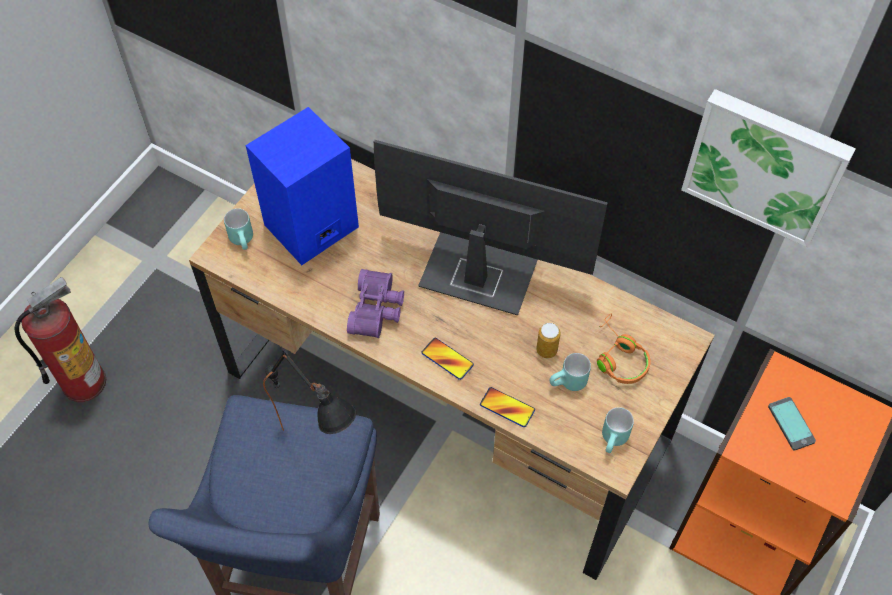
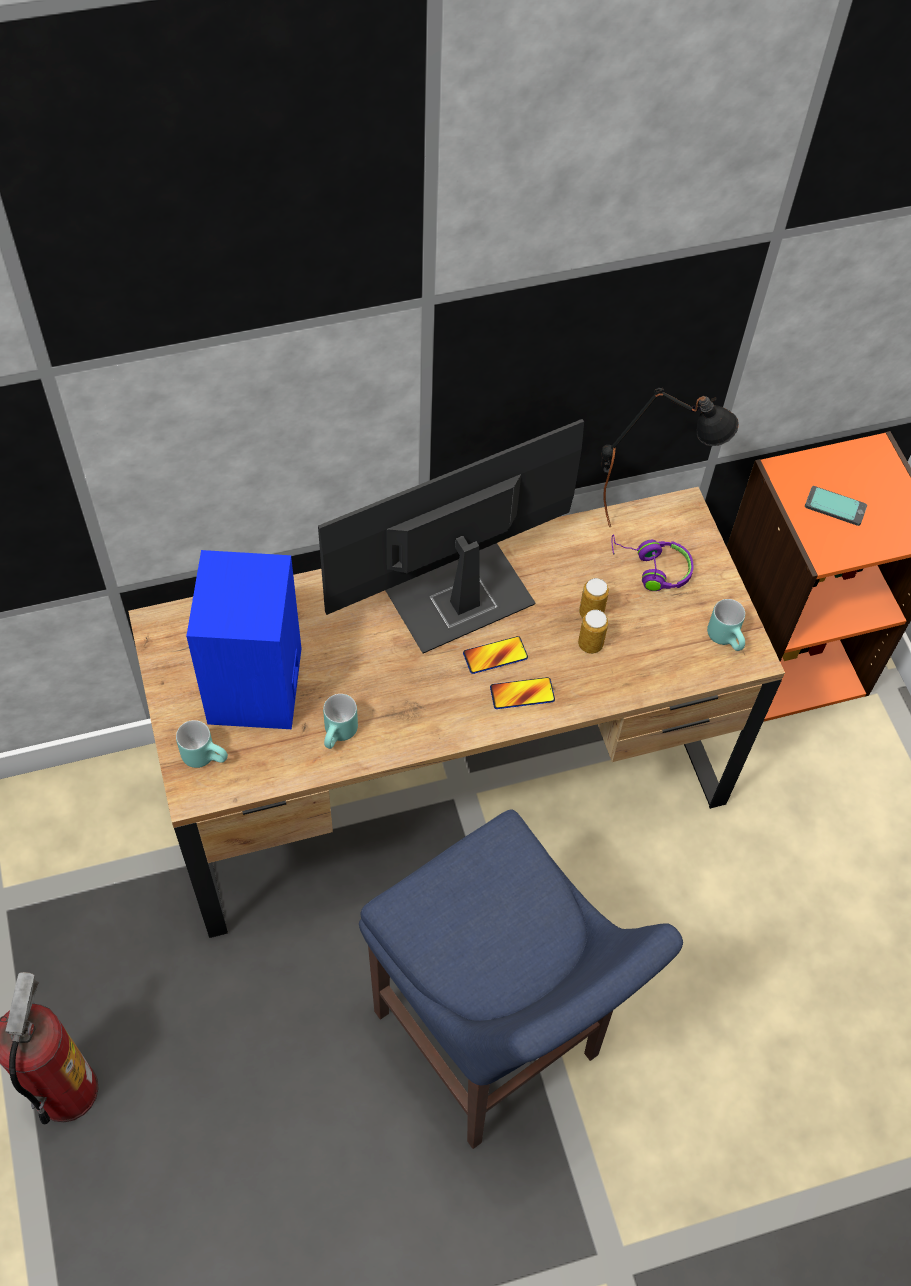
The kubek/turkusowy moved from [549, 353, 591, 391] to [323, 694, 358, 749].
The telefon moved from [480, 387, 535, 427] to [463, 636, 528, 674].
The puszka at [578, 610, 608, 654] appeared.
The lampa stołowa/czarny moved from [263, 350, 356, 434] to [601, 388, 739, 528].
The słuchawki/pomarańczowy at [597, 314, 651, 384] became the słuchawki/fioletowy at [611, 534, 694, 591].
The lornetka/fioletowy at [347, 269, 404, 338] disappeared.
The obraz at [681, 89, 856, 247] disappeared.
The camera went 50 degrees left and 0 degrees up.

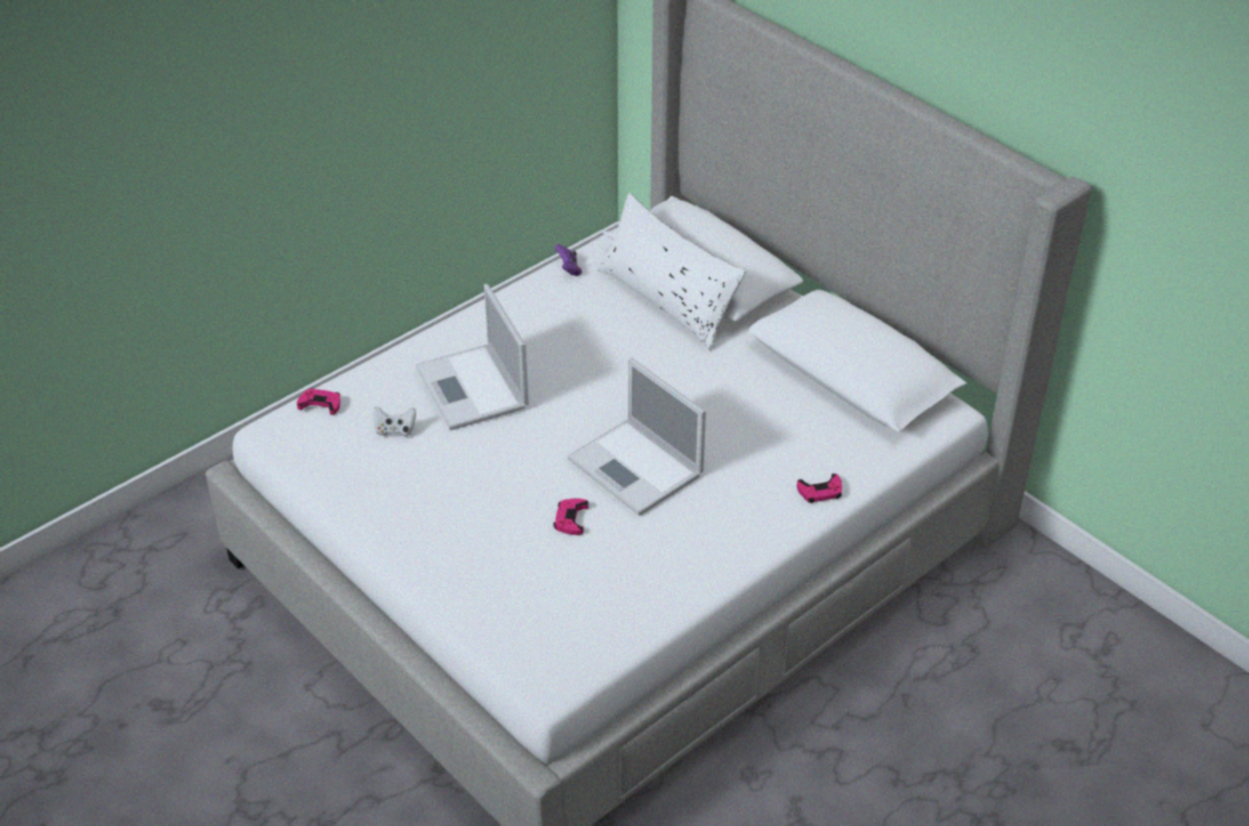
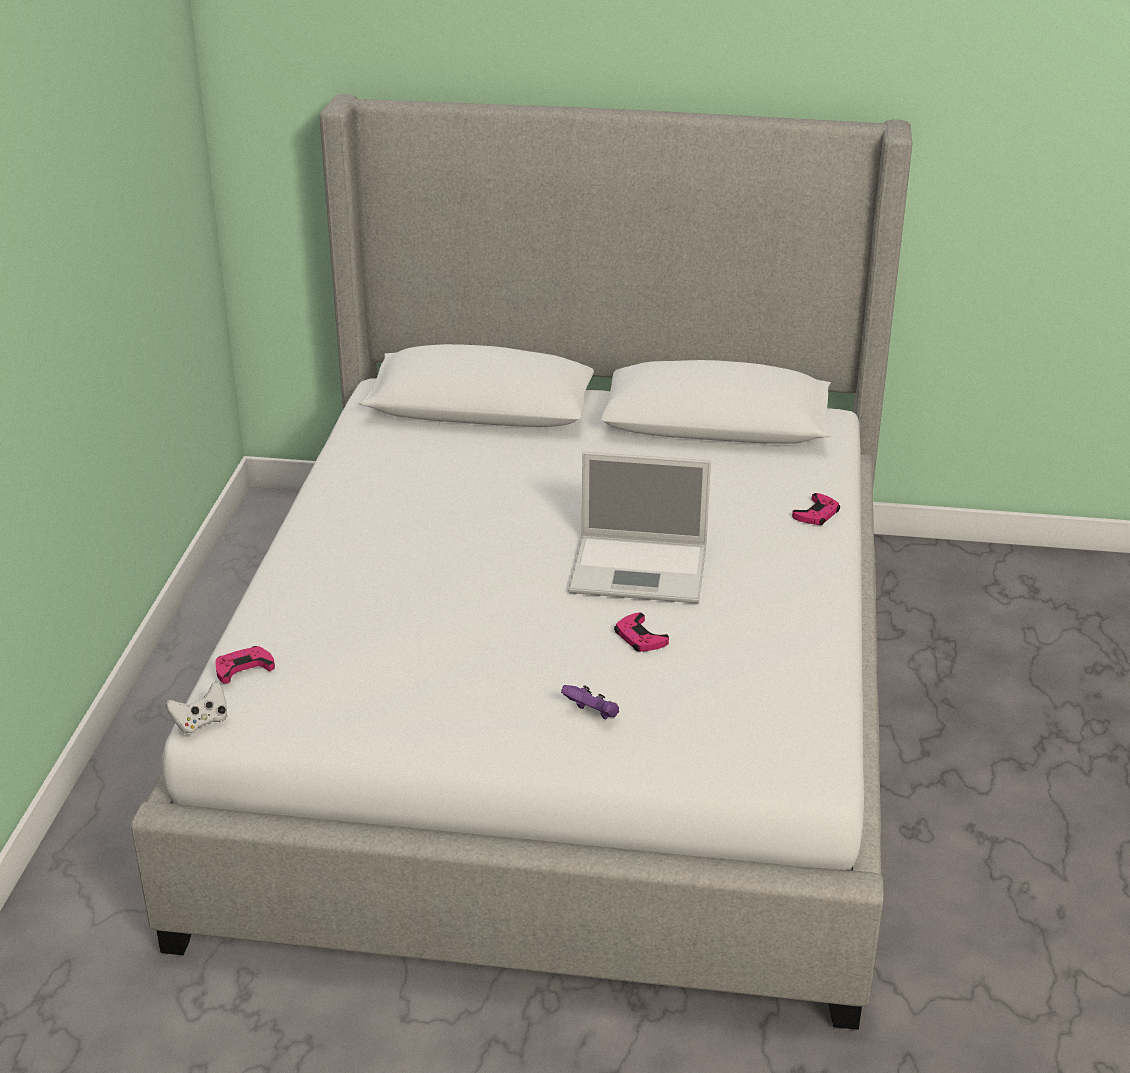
The pad do gier/biały moved from [373, 407, 416, 437] to [166, 681, 228, 735].
The pad do gier/fioletowy moved from [554, 244, 582, 276] to [561, 685, 619, 719].
The laptop at [415, 284, 529, 430] disappeared.
The poduszka/biały at [597, 193, 746, 351] disappeared.
The camera went 40 degrees left and 10 degrees down.

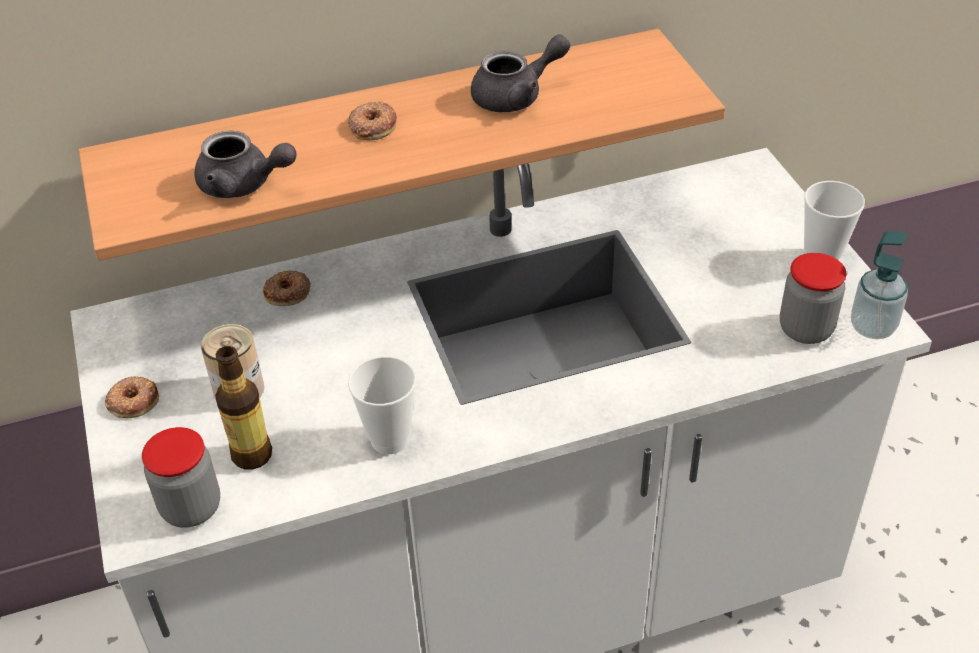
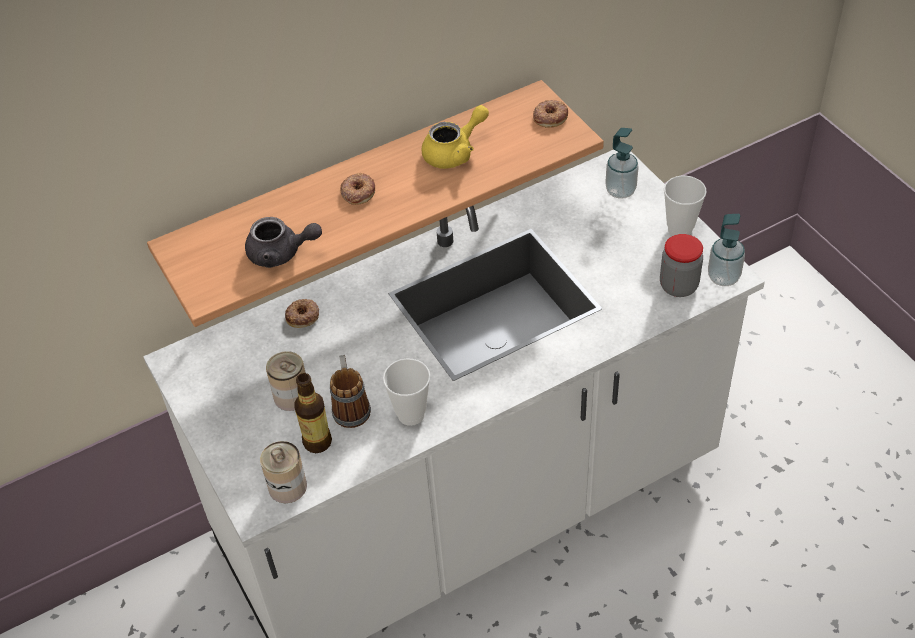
The słoik at [142, 427, 220, 528] was replaced by the puszka at [260, 441, 307, 503].
The kubek at [330, 355, 371, 428] appeared.
The imbryk/szary at [471, 34, 570, 112] became the imbryk/żółty at [422, 105, 489, 169].
The donut moved from [105, 376, 159, 418] to [533, 100, 568, 128].
The dozownik mydła at [605, 128, 639, 199] appeared.
The camera went 10 degrees left and 5 degrees up.

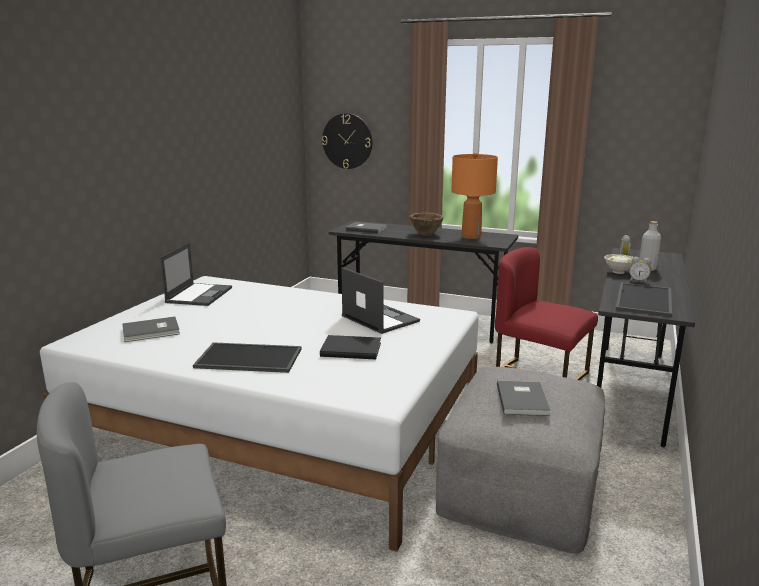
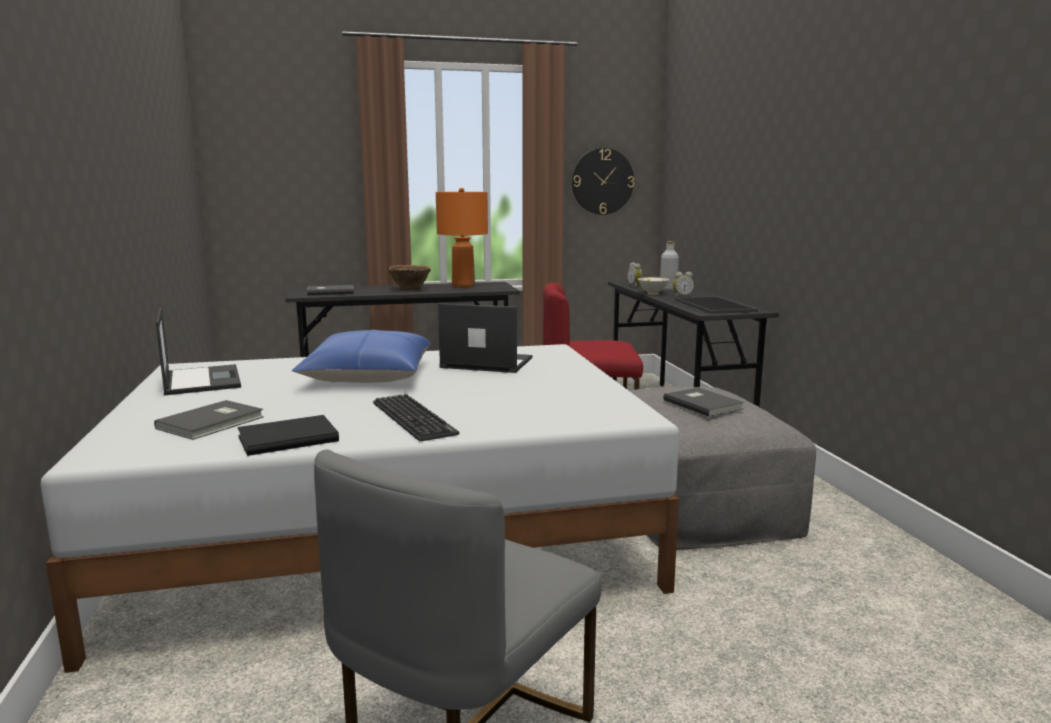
The książka/czarny moved from [320, 335, 381, 359] to [238, 415, 339, 456].
The poduszka/niebieski at [292, 330, 431, 383] appeared.
The taca at [193, 342, 302, 373] was replaced by the klawiatura at [373, 394, 459, 441].
The zegar ścienny moved from [322, 113, 372, 169] to [572, 148, 634, 215].
The camera went 35 degrees left and 5 degrees down.

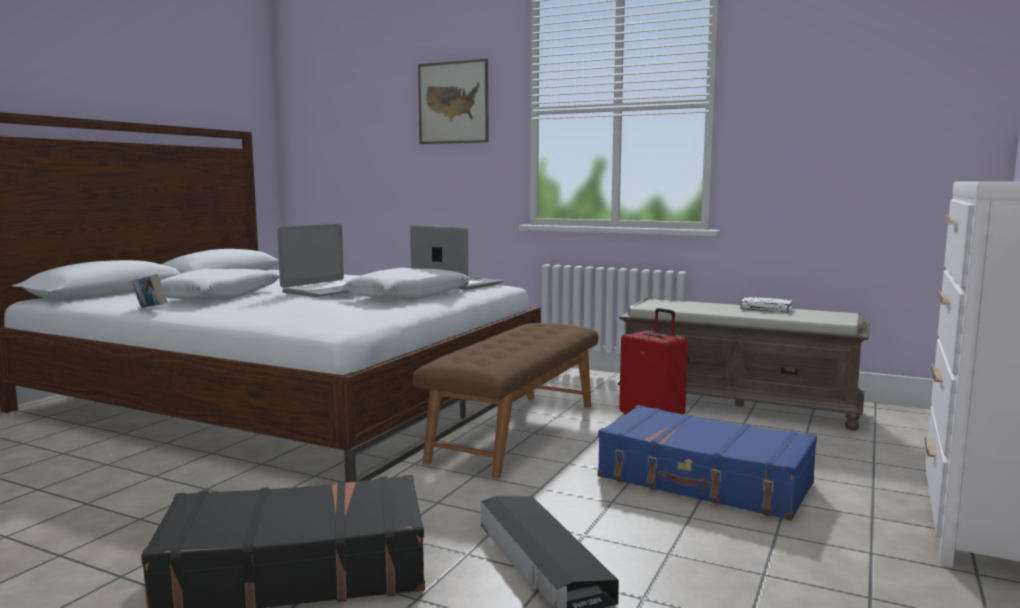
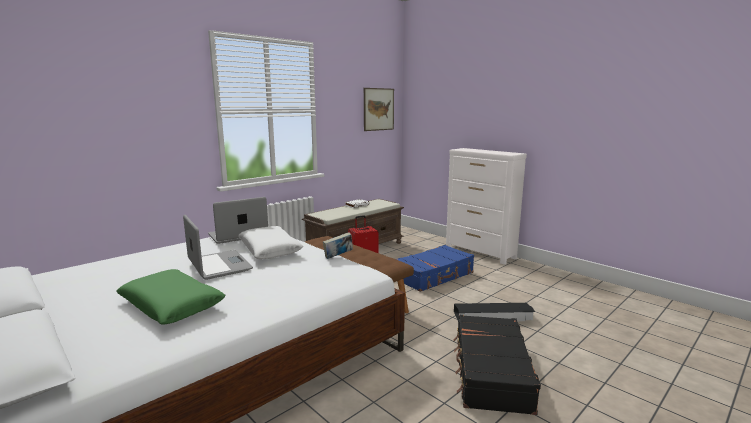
The poduszka/biały at [160, 269, 280, 300] became the poduszka/zielony at [116, 269, 225, 325].
The książka moved from [131, 274, 167, 308] to [323, 232, 353, 259].
The obraz moved from [418, 59, 489, 144] to [364, 88, 394, 131].
The camera went 70 degrees left and 5 degrees up.

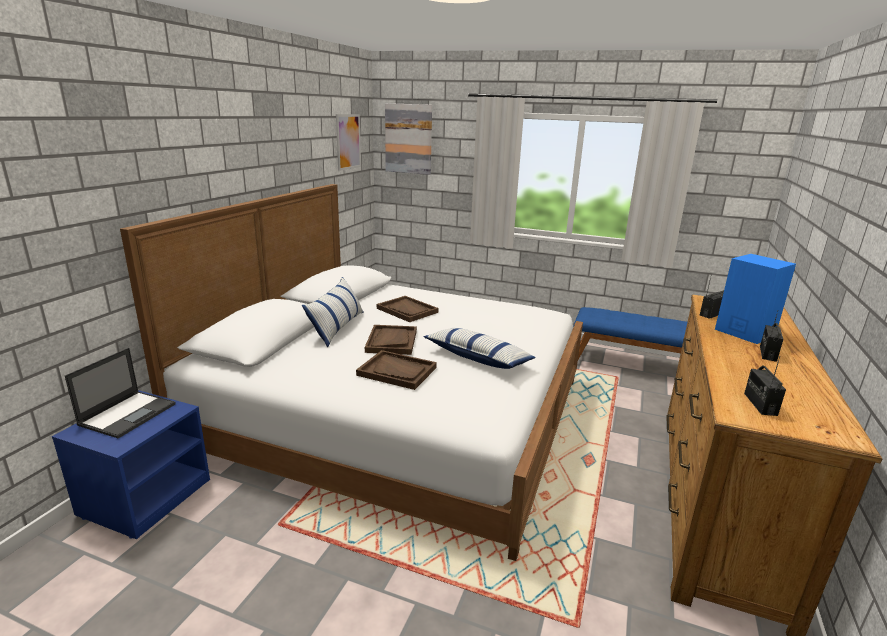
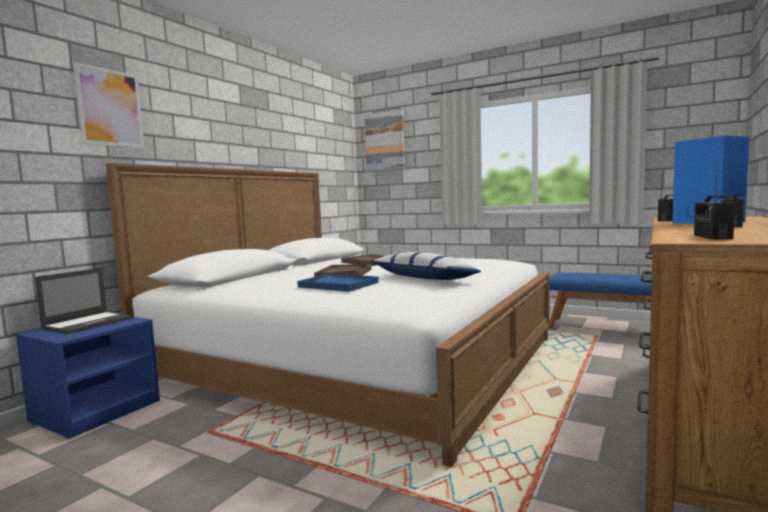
The obraz moved from [336, 114, 361, 171] to [73, 62, 144, 148].
The taca/brązowy at [356, 350, 437, 390] became the taca/niebieski at [297, 273, 379, 292].
The poduszka at [302, 277, 364, 347] disappeared.
The camera went 10 degrees right and 15 degrees down.

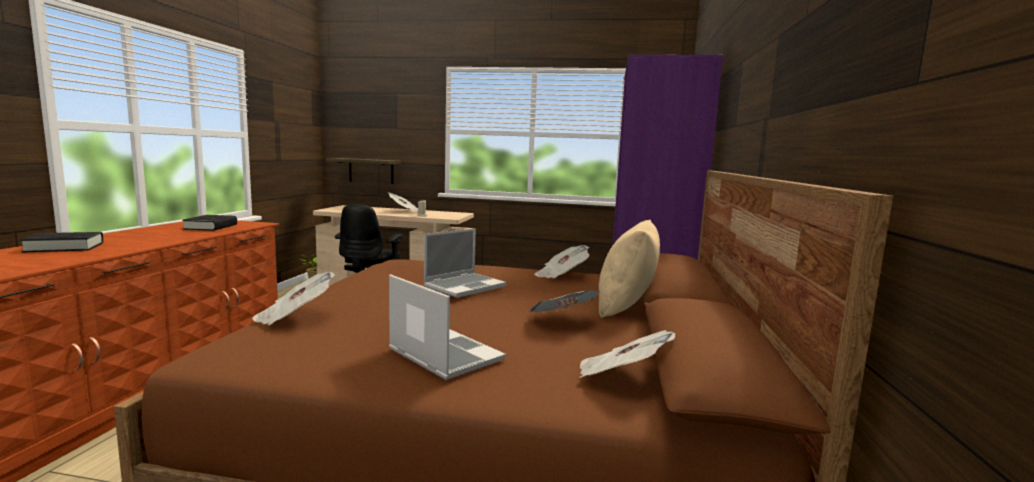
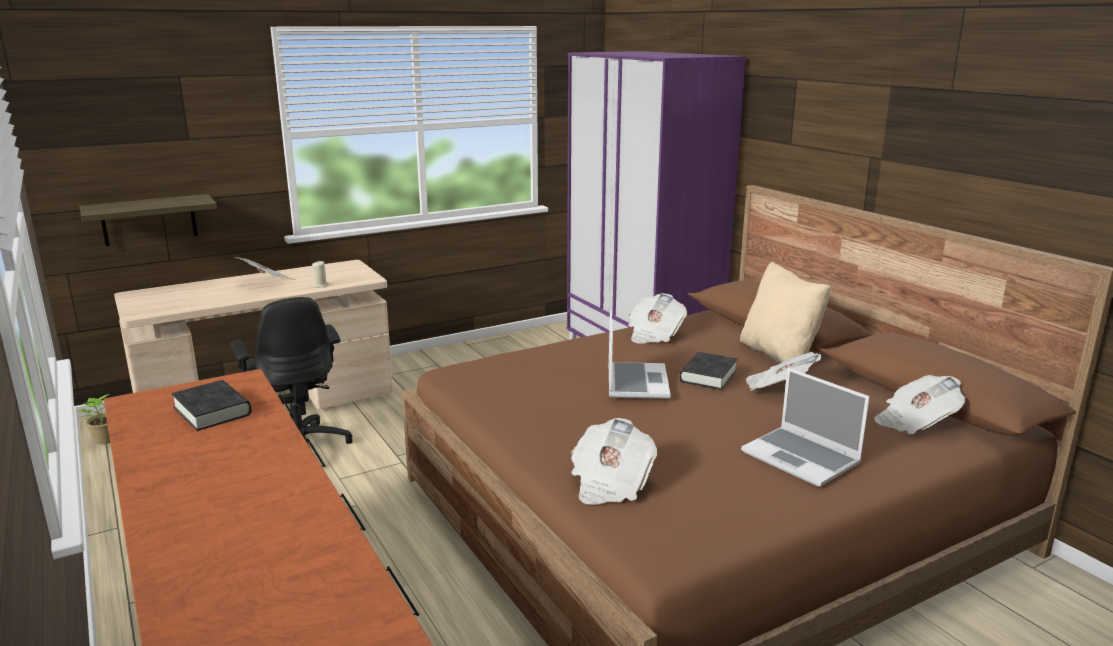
The książka/czarny moved from [20, 232, 103, 253] to [679, 352, 738, 390].
The laptop at [389, 274, 506, 380] turned 135 degrees counterclockwise.
The camera went 40 degrees left and 10 degrees up.

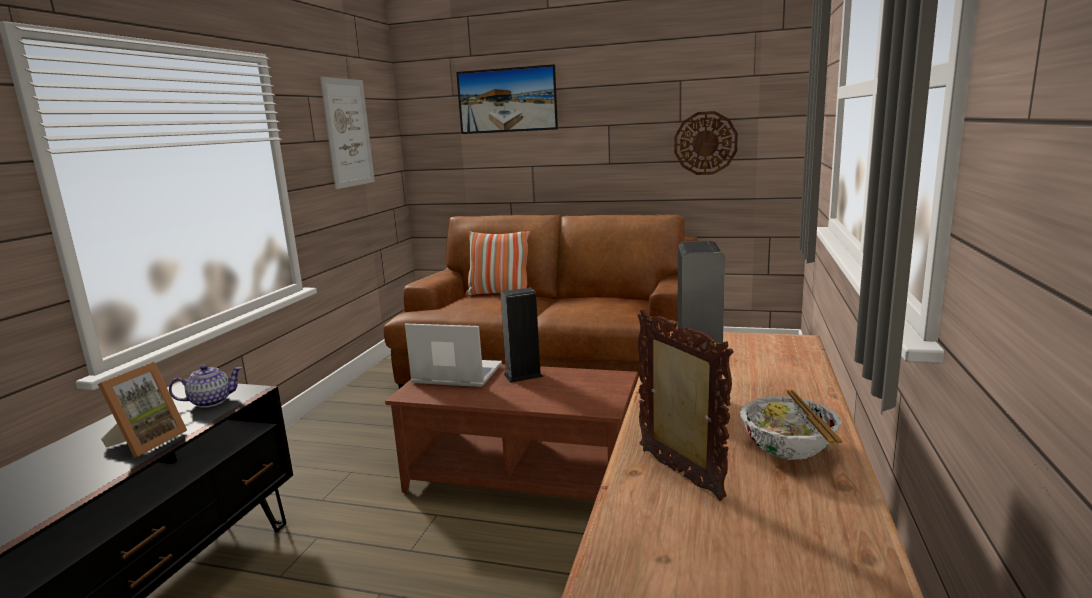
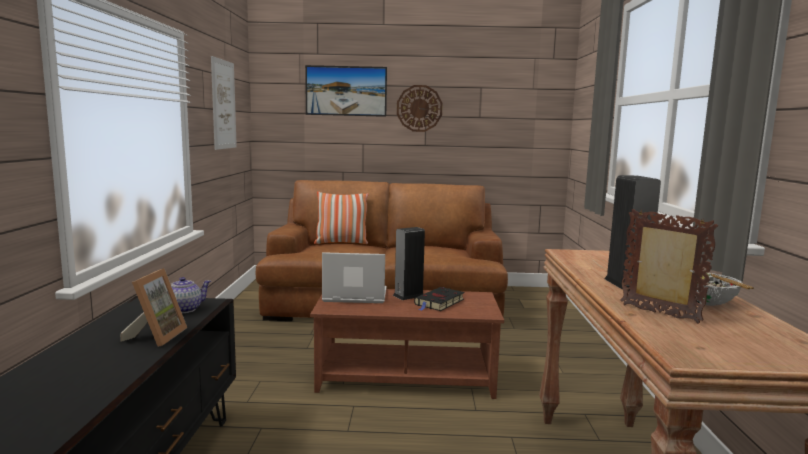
The zegar ścienny moved from [674, 111, 738, 175] to [397, 85, 443, 132].
The książka/czarny at [414, 287, 465, 311] appeared.
The camera went 15 degrees left and 5 degrees down.

